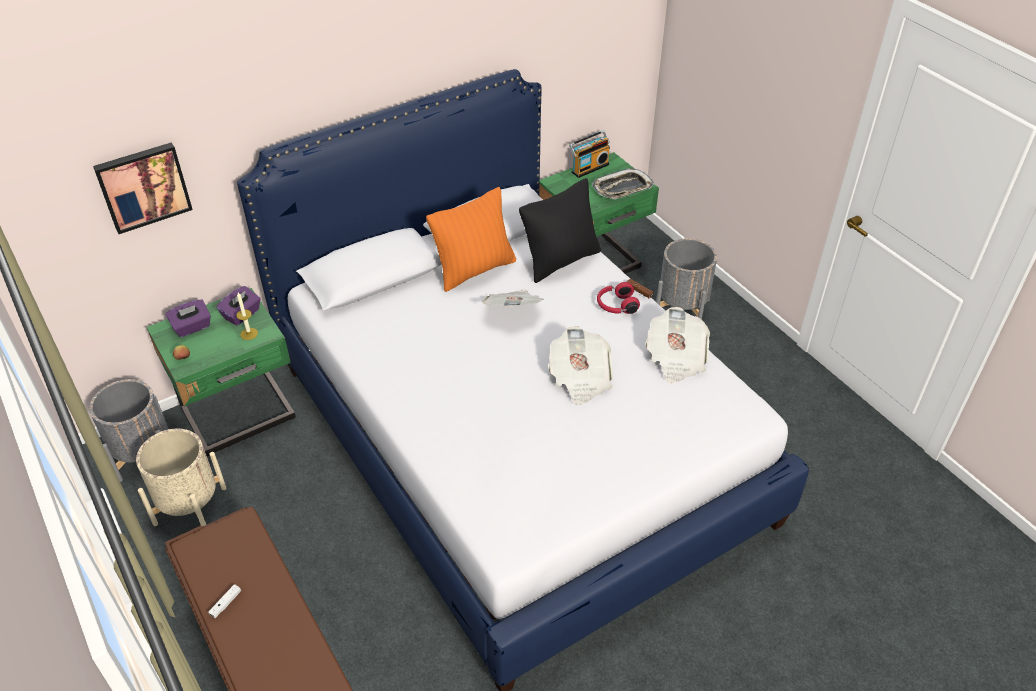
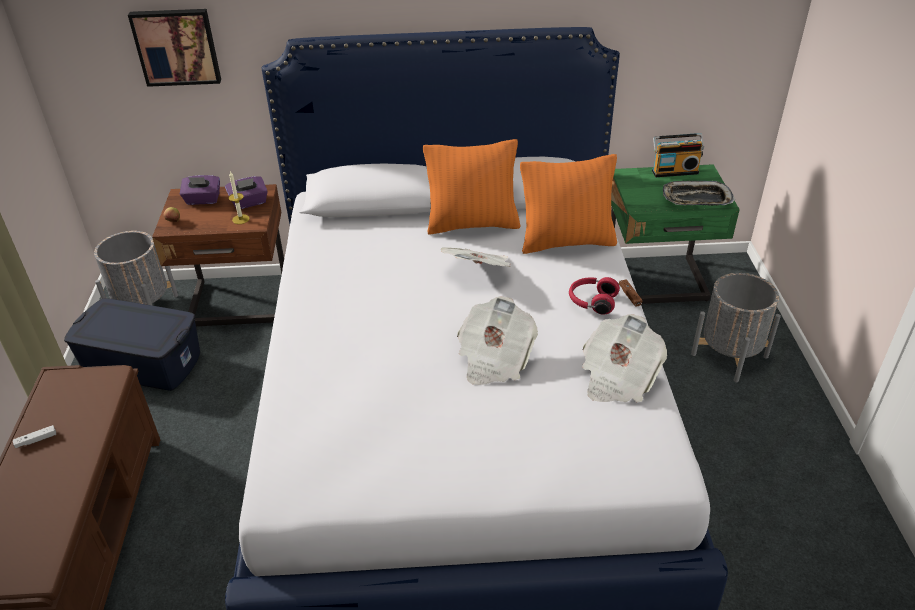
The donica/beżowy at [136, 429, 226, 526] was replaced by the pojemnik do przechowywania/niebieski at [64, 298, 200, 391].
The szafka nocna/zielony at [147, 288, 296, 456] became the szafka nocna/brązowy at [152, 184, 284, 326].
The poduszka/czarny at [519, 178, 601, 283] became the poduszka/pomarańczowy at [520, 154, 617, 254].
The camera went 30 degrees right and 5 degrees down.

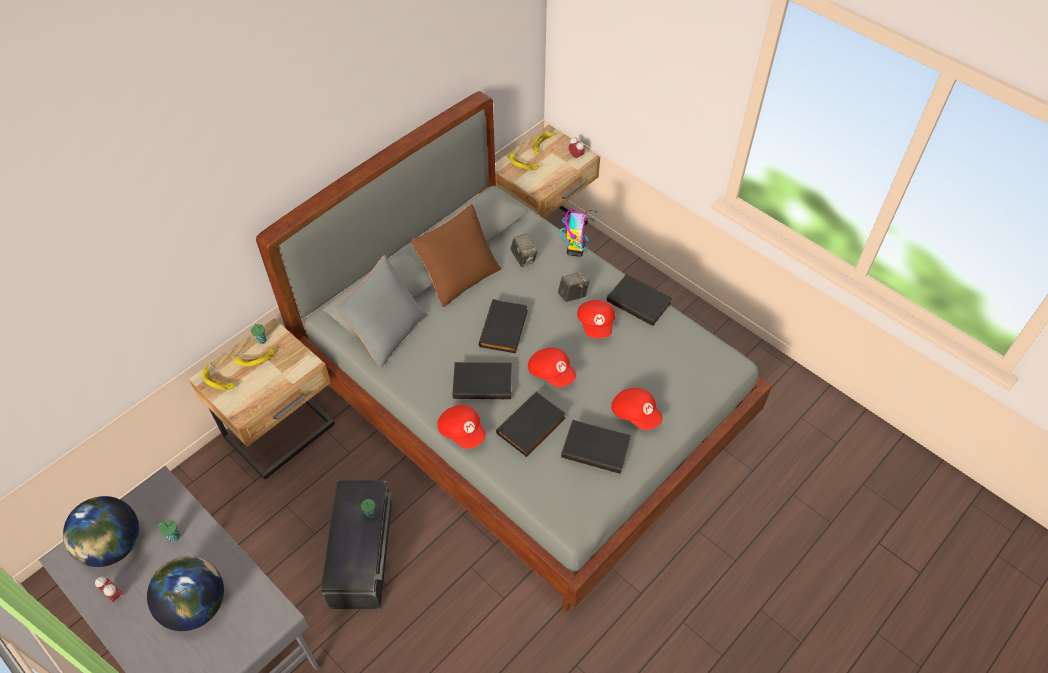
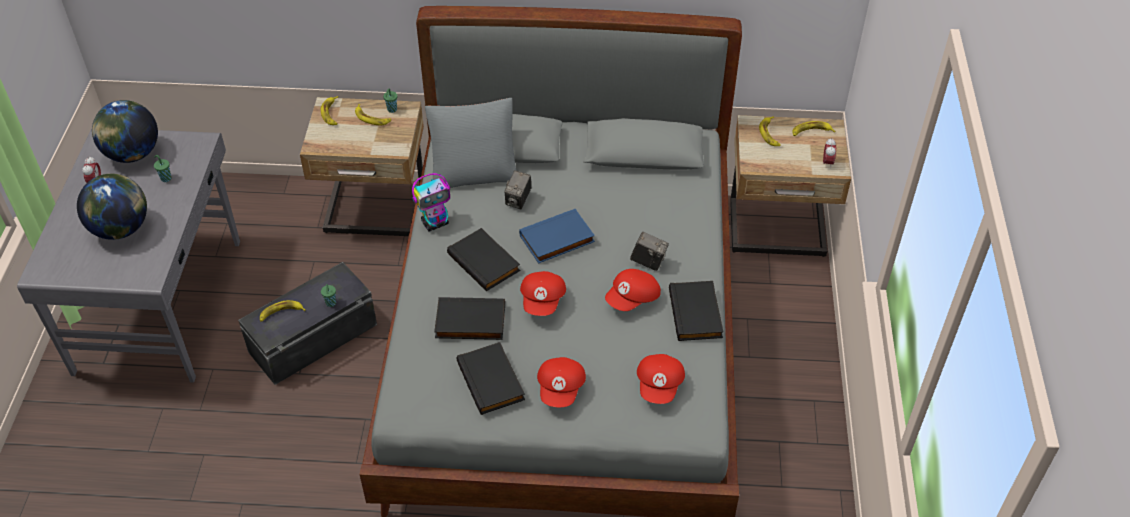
The banan at [260, 300, 306, 322] appeared.
The robot zabawkowy moved from [560, 209, 597, 257] to [412, 173, 450, 231].
The aparat fotograficzny moved from [510, 234, 538, 267] to [505, 170, 531, 209].
The książka/czarny at [479, 299, 528, 353] became the książka/niebieski at [519, 209, 595, 264].
The czapka z daszkiem/czerwony moved from [437, 405, 486, 449] to [637, 354, 685, 404].
The poduszka/brązowy at [411, 204, 501, 307] disappeared.
The camera went 50 degrees right and 5 degrees down.

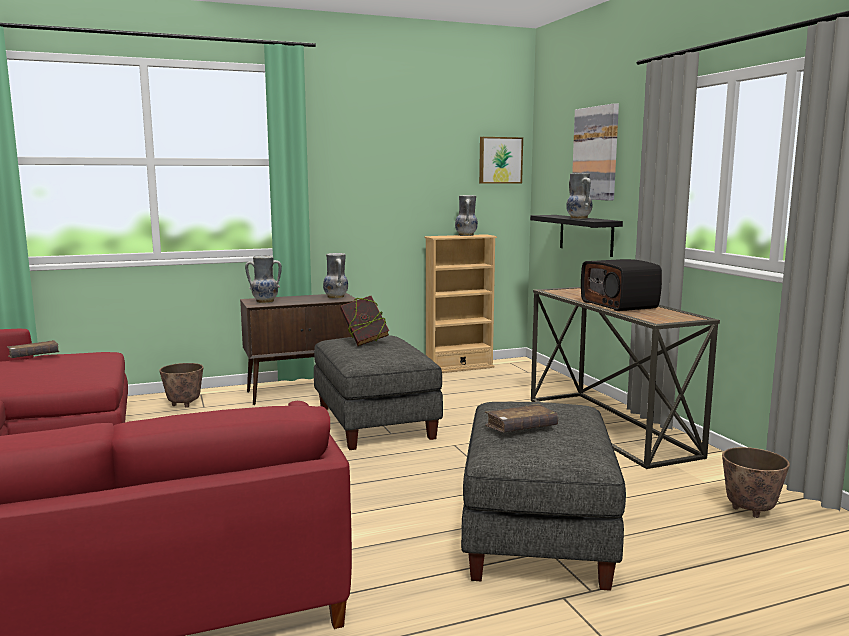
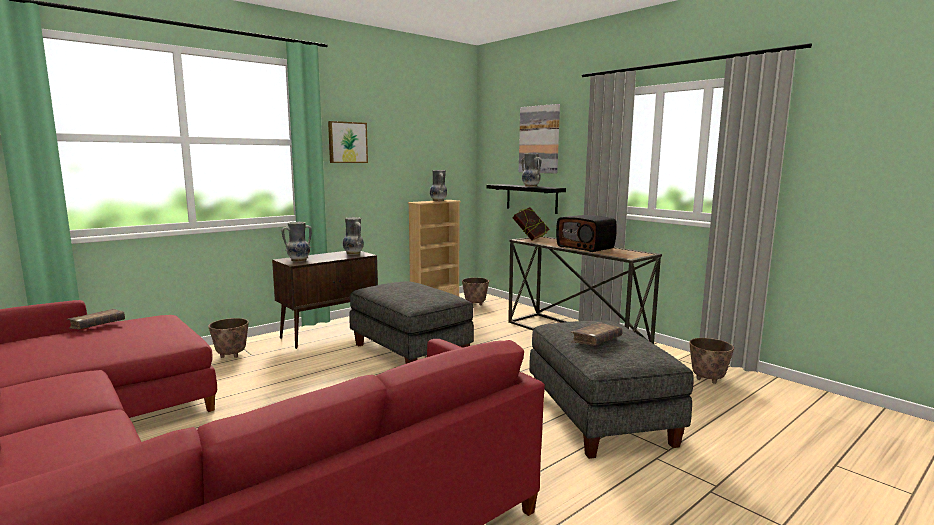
The obraz moved from [479, 137, 523, 184] to [328, 121, 368, 163].
The donica at [462, 278, 489, 305] appeared.
The książka moved from [340, 296, 389, 346] to [513, 207, 550, 241].
The camera went 20 degrees left and 0 degrees up.

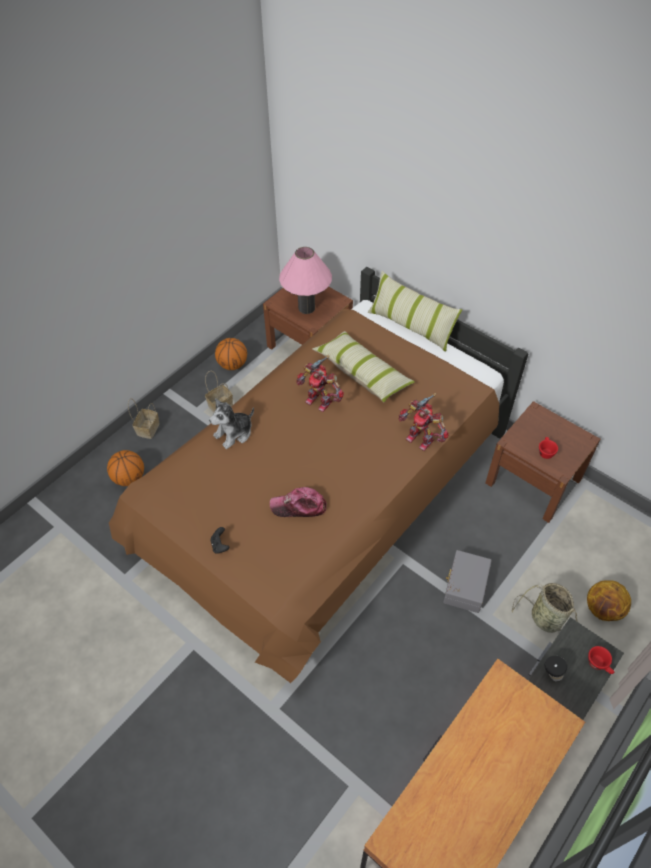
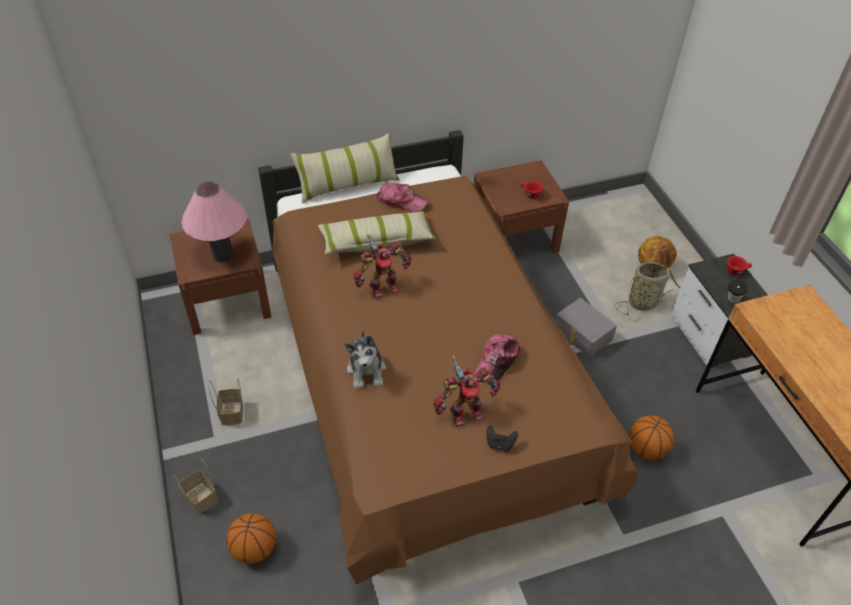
The czapka z daszkiem at [377, 183, 428, 212] appeared.
The robot zabawkowy moved from [399, 393, 449, 451] to [434, 356, 500, 426].
The piłka do koszykówki moved from [215, 338, 247, 370] to [629, 415, 674, 460].
The camera went 60 degrees left and 5 degrees down.

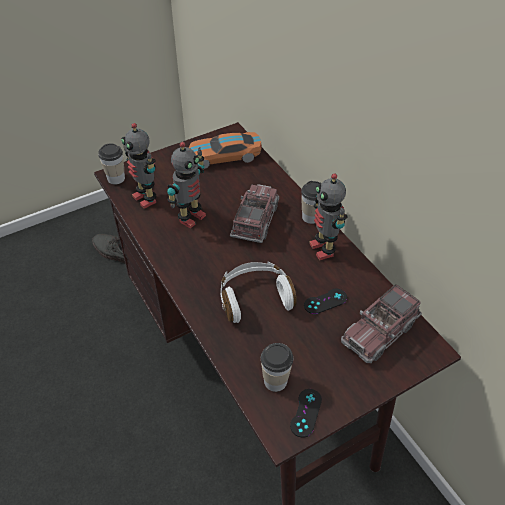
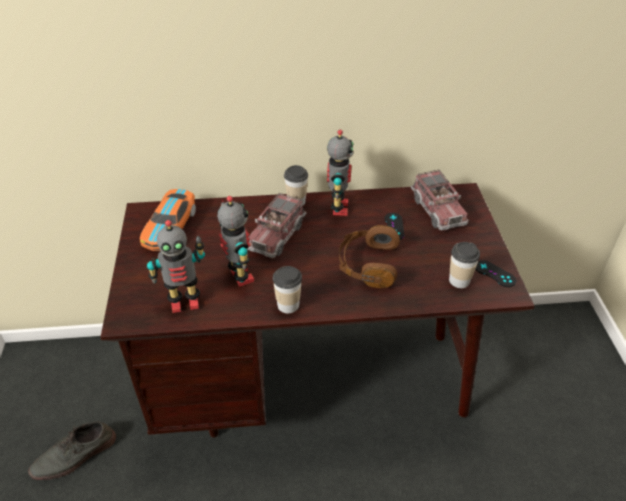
The ciężarówka zabawkowa at [230, 184, 279, 243] turned 105 degrees counterclockwise.
The filiżanka moved from [98, 143, 125, 185] to [273, 266, 302, 313].
The robot zabawkowy at [309, 173, 347, 261] turned 90 degrees counterclockwise.
The słuchawki/biały at [221, 261, 297, 323] became the słuchawki/brązowy at [339, 225, 400, 288].
The camera went 65 degrees left and 5 degrees down.

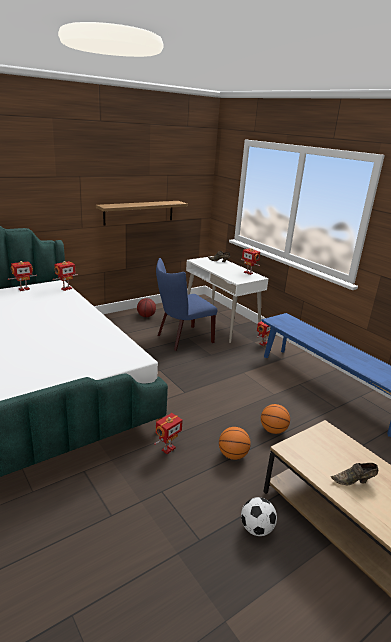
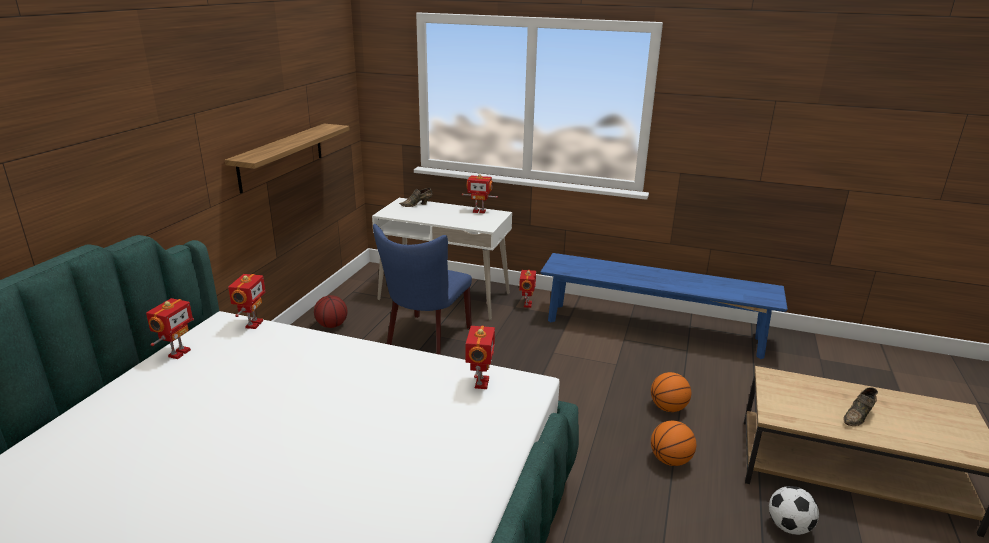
The robot zabawkowy moved from [154, 413, 183, 454] to [466, 326, 495, 389].
The camera went 35 degrees left and 0 degrees up.

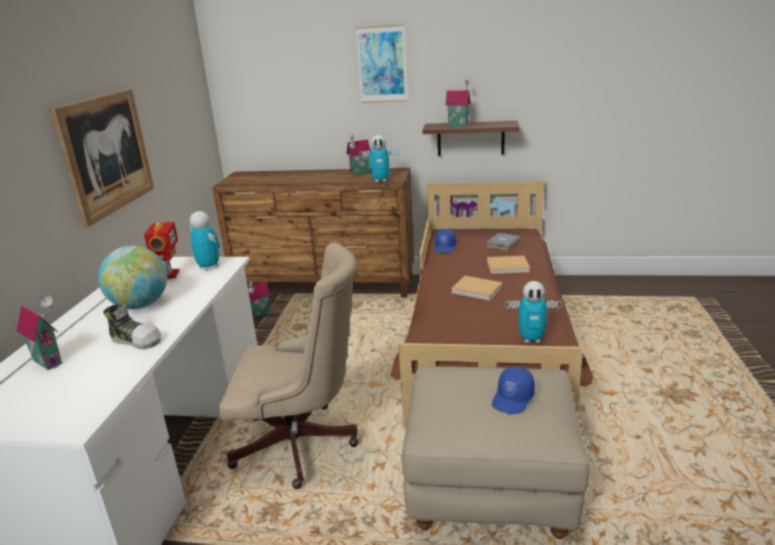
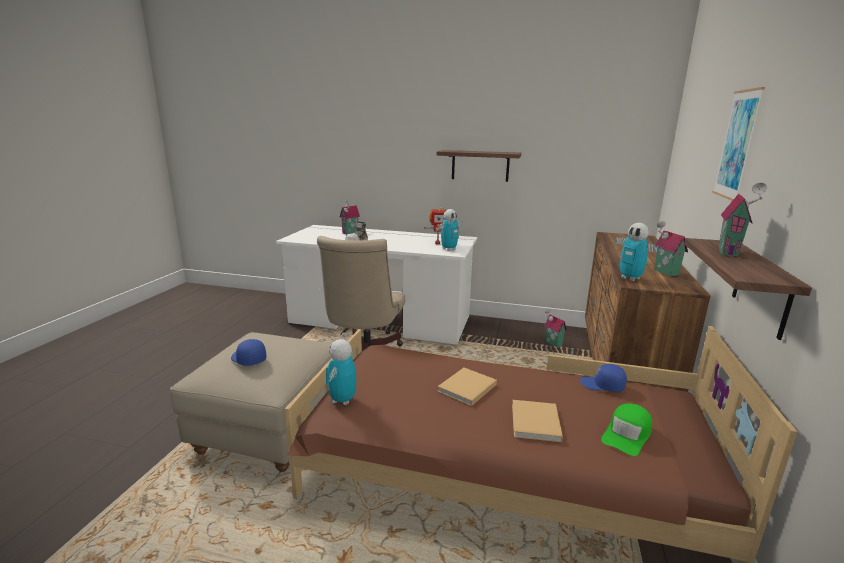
The obraz at [50, 89, 154, 227] was replaced by the półka at [437, 150, 521, 182].
The książka/szary at [486, 233, 520, 251] was replaced by the czapka z daszkiem/zielony at [601, 403, 652, 456].
The robot zabawkowy at [359, 135, 399, 182] turned 45 degrees counterclockwise.
The globus at [98, 245, 167, 309] disappeared.
The camera went 95 degrees right and 5 degrees down.

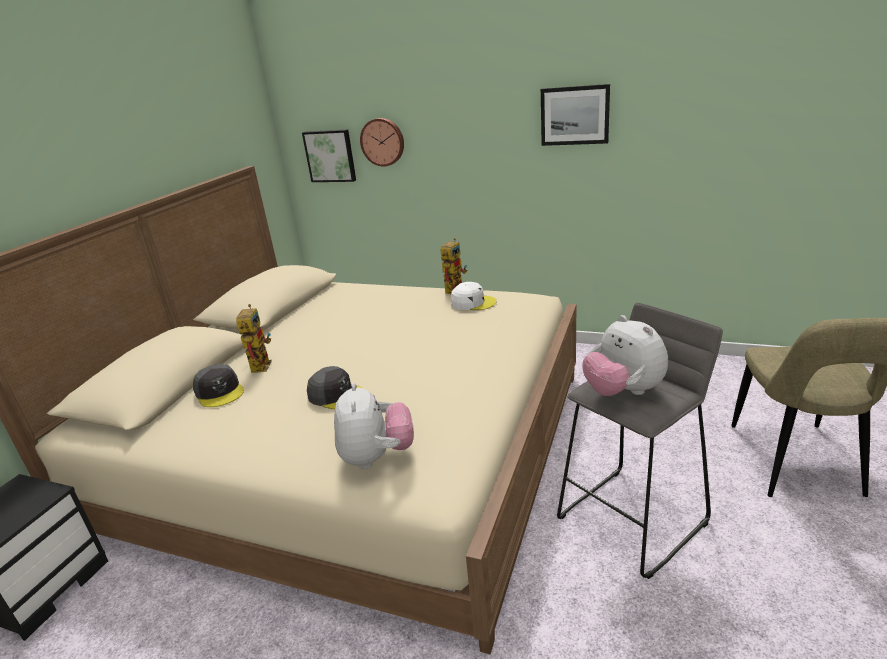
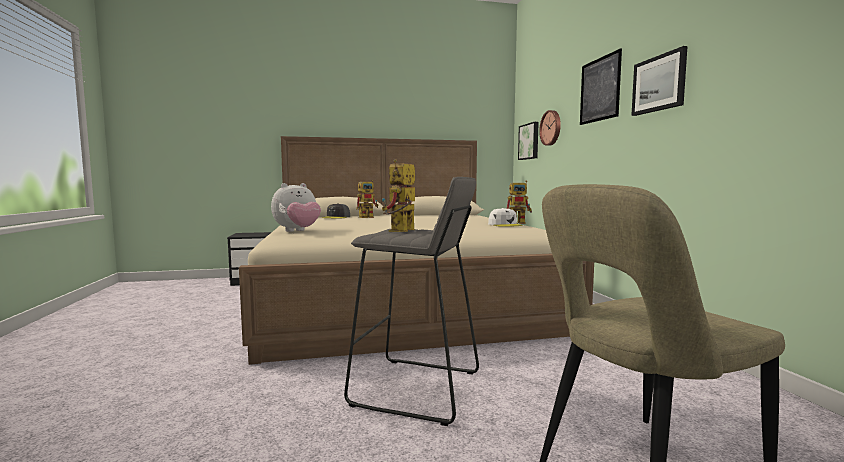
The pluszak at [582, 315, 668, 396] was replaced by the robot zabawkowy at [382, 159, 415, 232].
The obraz at [580, 48, 622, 125] appeared.
The czapka z daszkiem/szary at [307, 366, 362, 409] disappeared.
The camera went 55 degrees right and 20 degrees down.

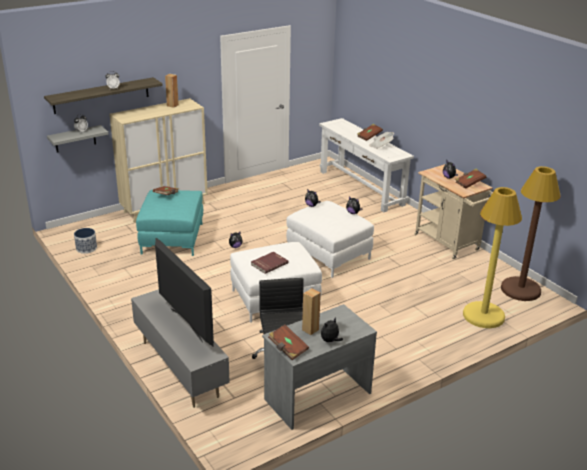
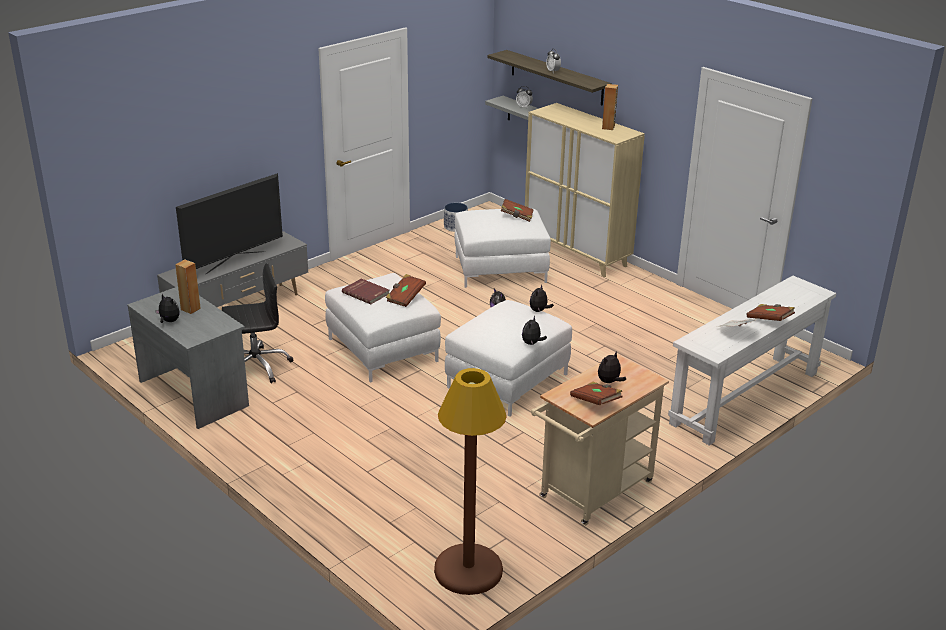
The książka/brązowy moved from [268, 324, 309, 360] to [385, 274, 426, 307].
The pufa/turkusowy at [136, 190, 203, 256] became the pufa/biały at [454, 209, 551, 288].
The lampa stojąca/żółty at [463, 187, 522, 328] disappeared.
The camera went 80 degrees right and 0 degrees up.

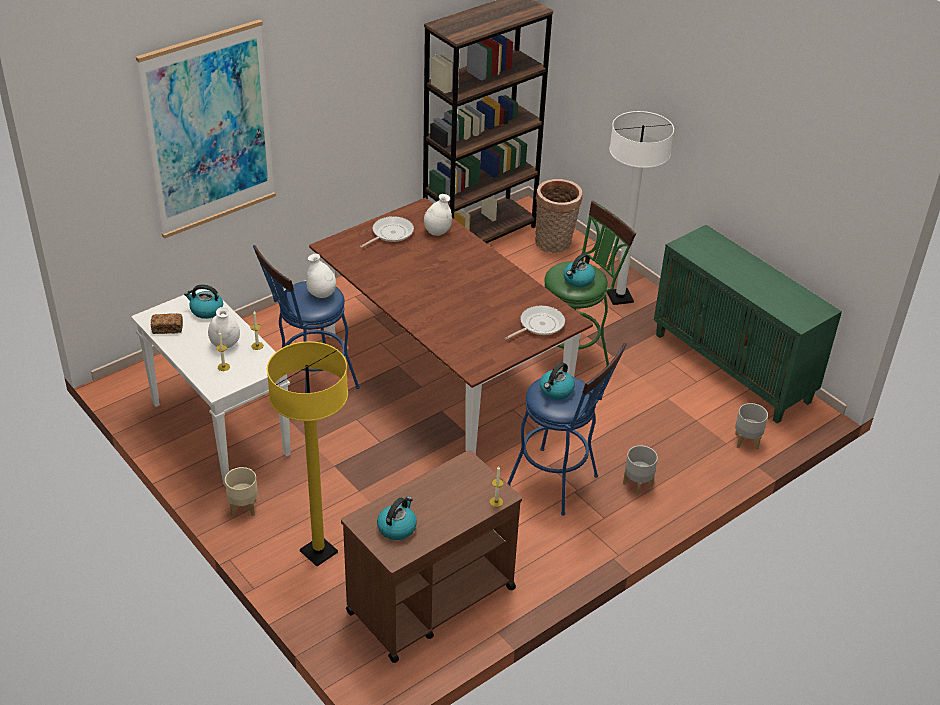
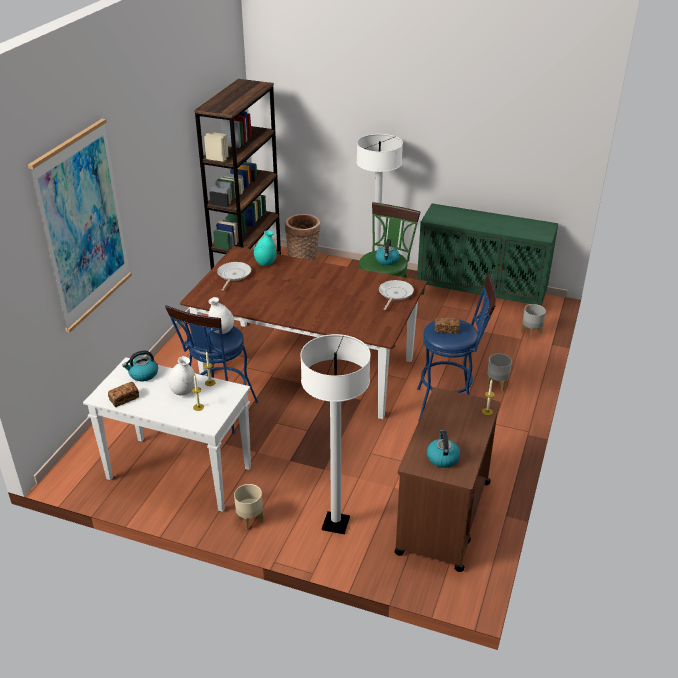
The wazon/biały at [424, 194, 452, 236] became the wazon/turkusowy at [254, 230, 276, 266].
The lampa stojąca/żółty at [267, 341, 348, 566] became the lampa stojąca/biały at [300, 334, 371, 534].
The czajnik at [540, 362, 575, 399] was replaced by the chleb at [435, 317, 460, 333].
The camera went 30 degrees left and 5 degrees down.

